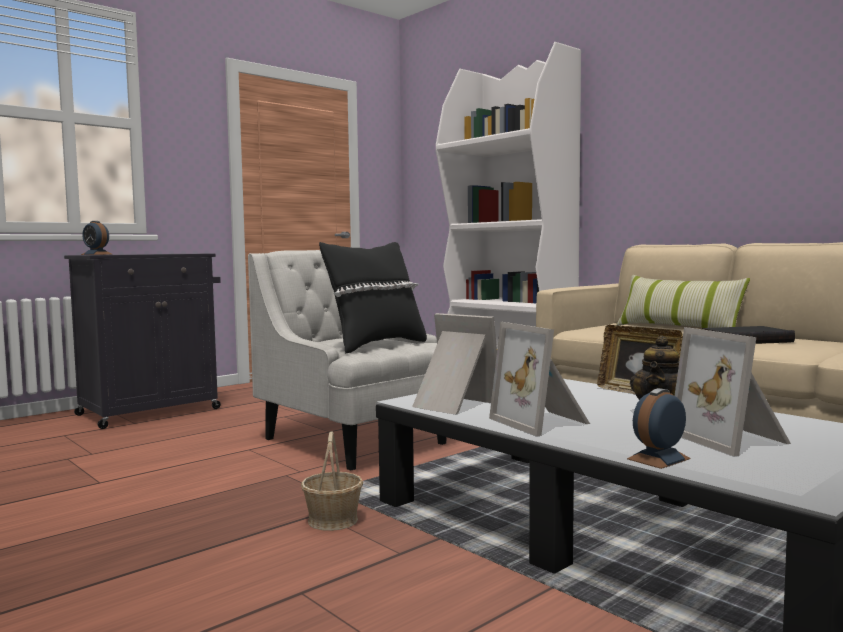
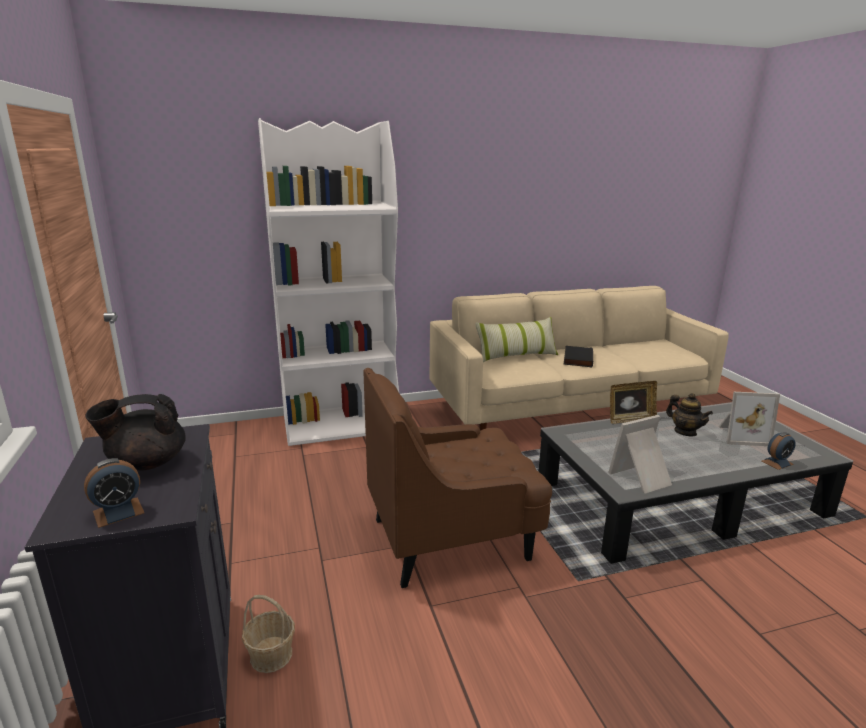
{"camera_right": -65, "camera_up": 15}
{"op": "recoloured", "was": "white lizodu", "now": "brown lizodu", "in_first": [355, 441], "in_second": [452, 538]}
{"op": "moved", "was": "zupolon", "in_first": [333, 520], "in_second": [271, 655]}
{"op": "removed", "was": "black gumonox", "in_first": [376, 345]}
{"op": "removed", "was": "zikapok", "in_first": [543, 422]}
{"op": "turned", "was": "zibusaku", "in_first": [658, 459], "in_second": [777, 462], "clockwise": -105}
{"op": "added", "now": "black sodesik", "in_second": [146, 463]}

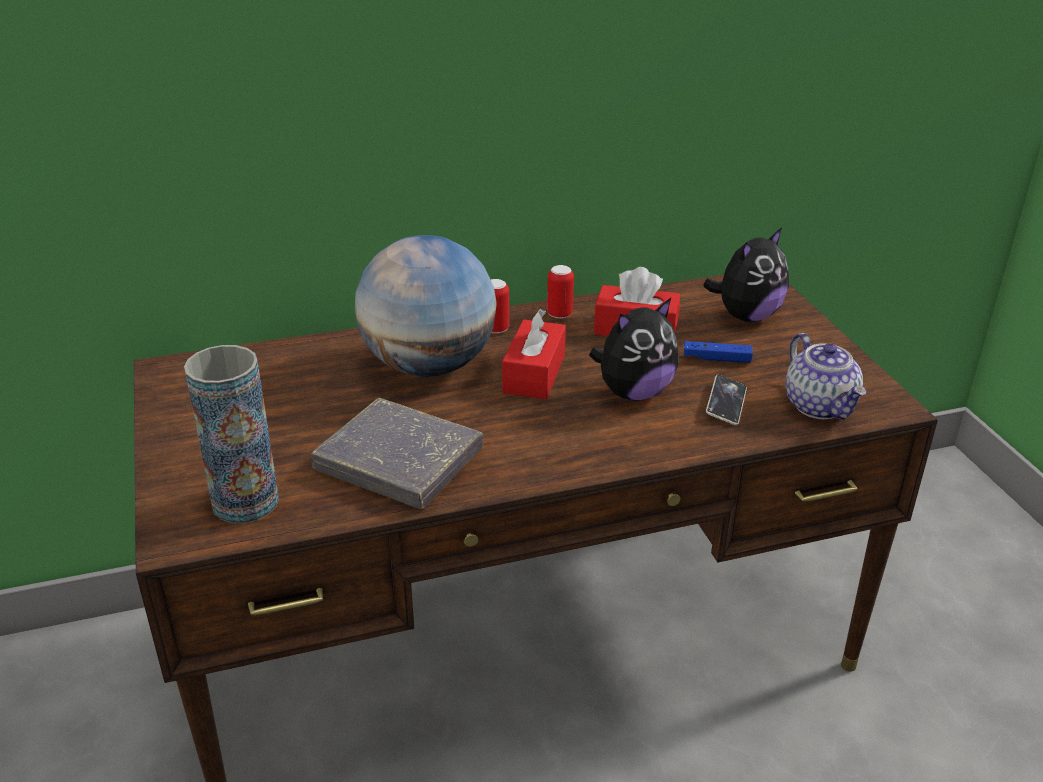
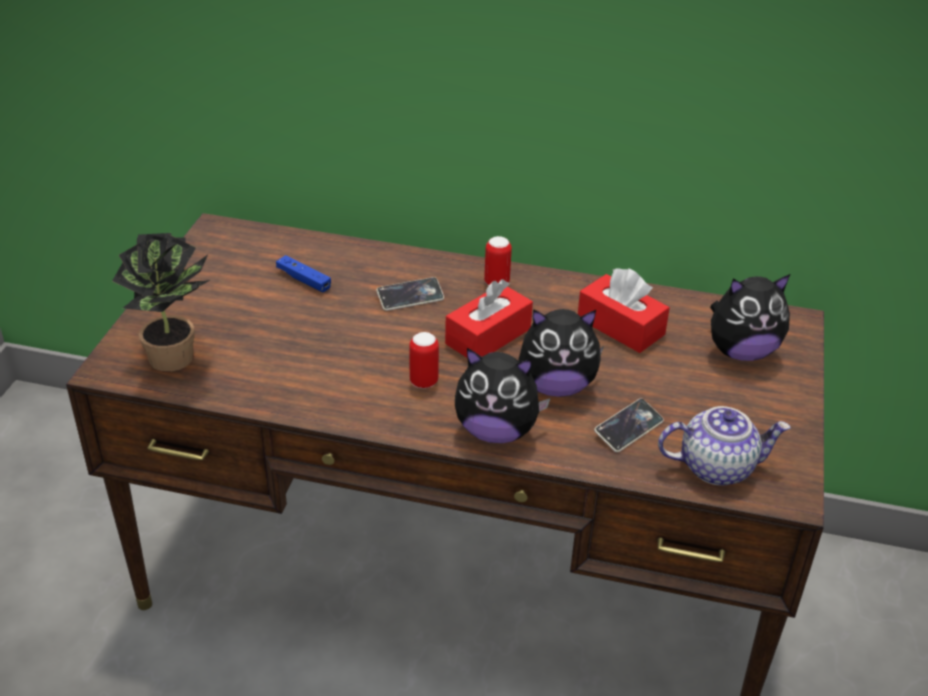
{"camera_right": 30, "camera_up": 5}
{"op": "replaced", "was": "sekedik", "now": "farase", "in_first": [245, 502], "in_second": [177, 359]}
{"op": "removed", "was": "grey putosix", "in_first": [399, 461]}
{"op": "replaced", "was": "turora", "now": "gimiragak", "in_first": [429, 366], "in_second": [410, 297]}
{"op": "moved", "was": "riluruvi", "in_first": [559, 314], "in_second": [424, 382]}
{"op": "moved", "was": "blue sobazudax", "in_first": [716, 359], "in_second": [303, 280]}
{"op": "turned", "was": "sodesik", "in_first": [820, 406], "in_second": [717, 466], "clockwise": -105}
{"op": "added", "now": "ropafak", "in_second": [496, 431]}

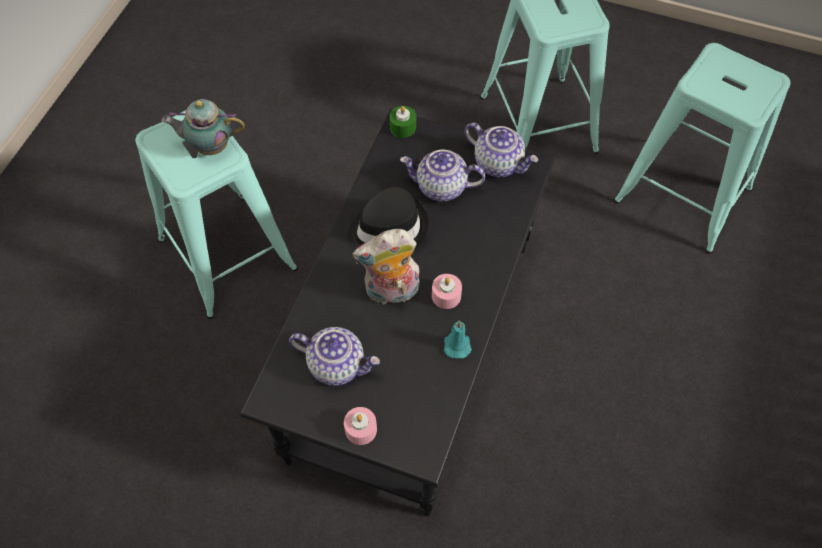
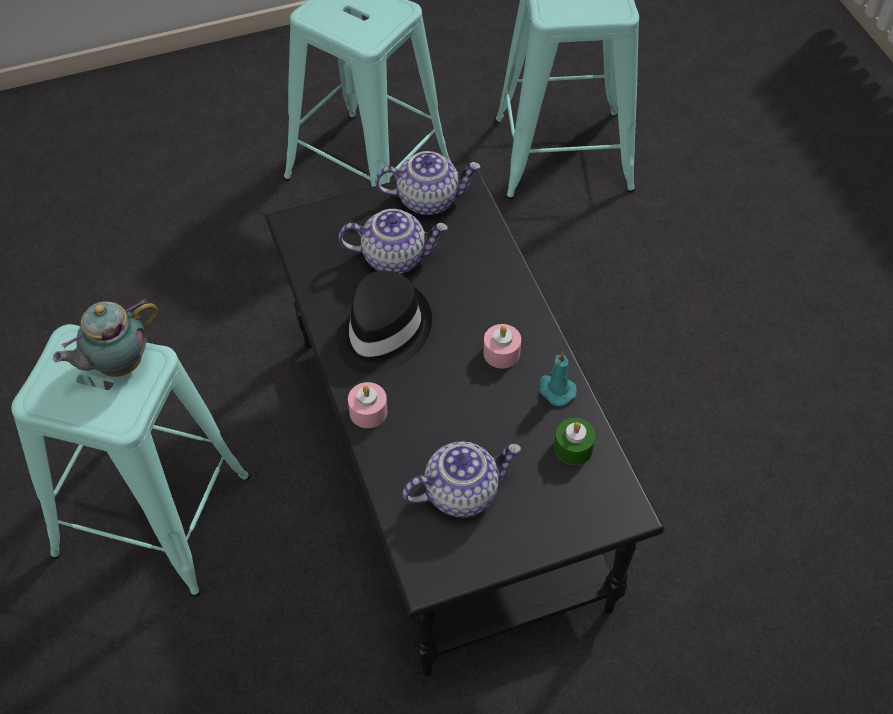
{"camera_right": -40, "camera_up": -5}
{"op": "moved", "was": "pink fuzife", "in_first": [361, 429], "in_second": [368, 412]}
{"op": "removed", "was": "ropafak", "in_first": [391, 292]}
{"op": "moved", "was": "green fuzife", "in_first": [403, 127], "in_second": [573, 448]}
{"op": "turned", "was": "sodesik", "in_first": [441, 187], "in_second": [394, 257], "clockwise": -150}

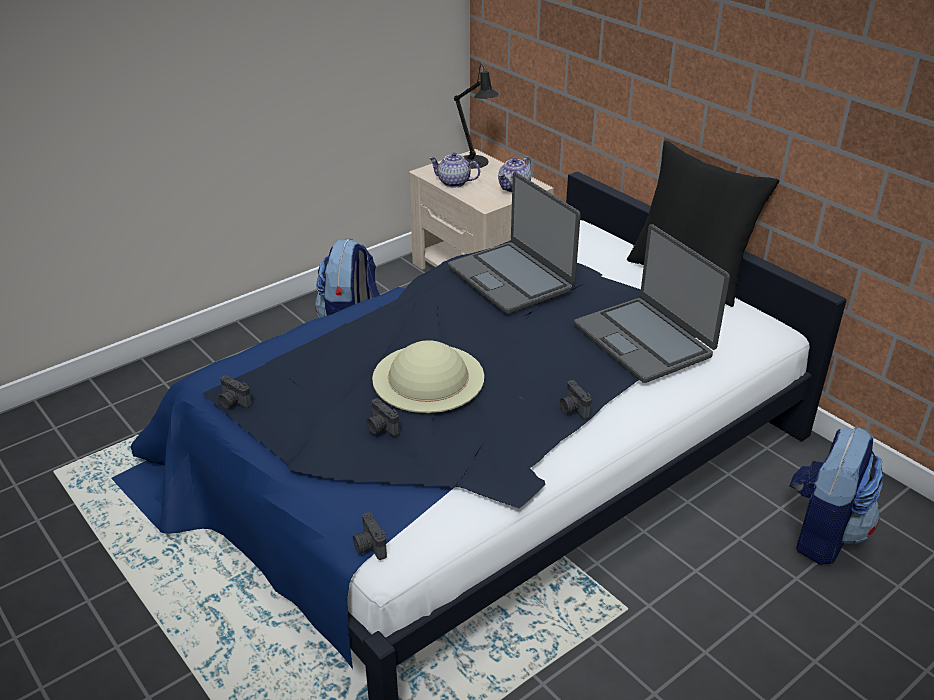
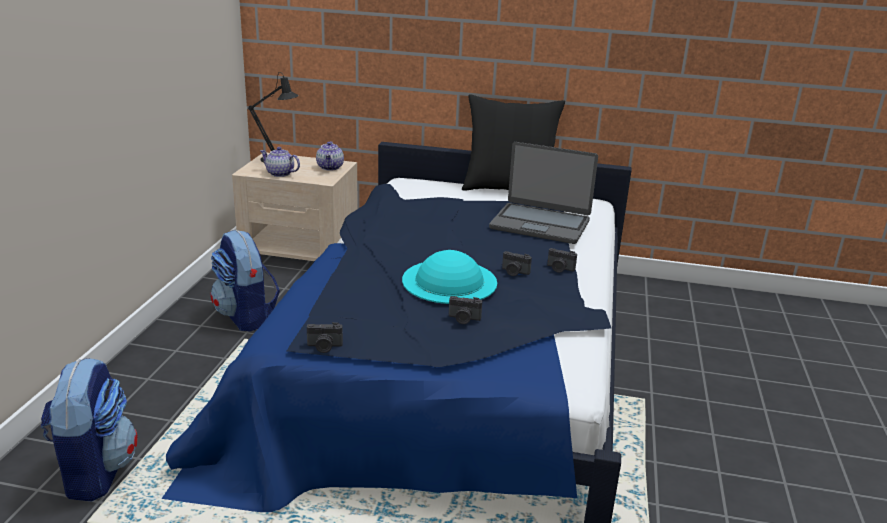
{"camera_right": -40, "camera_up": -10}
{"op": "moved", "was": "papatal", "in_first": [369, 547], "in_second": [514, 272]}
{"op": "recoloured", "was": "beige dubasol", "now": "turquoise dubasol", "in_first": [428, 377], "in_second": [449, 281]}
{"op": "turned", "was": "sodesik", "in_first": [453, 182], "in_second": [279, 173], "clockwise": 45}
{"op": "removed", "was": "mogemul", "in_first": [511, 278]}
{"op": "moved", "was": "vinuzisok", "in_first": [822, 533], "in_second": [95, 472]}

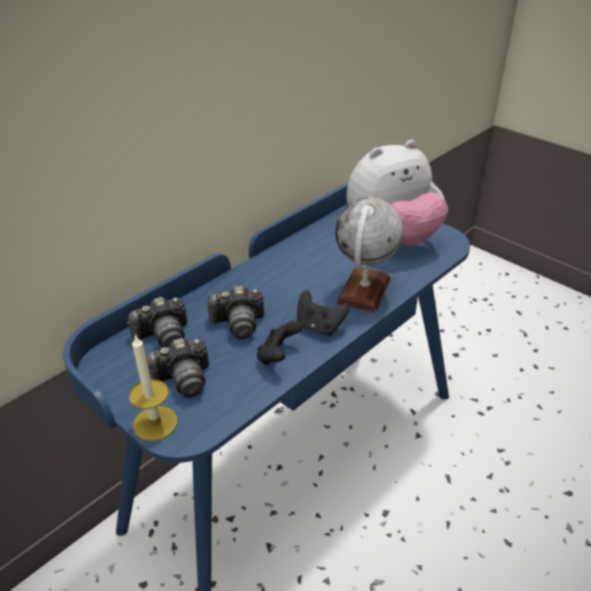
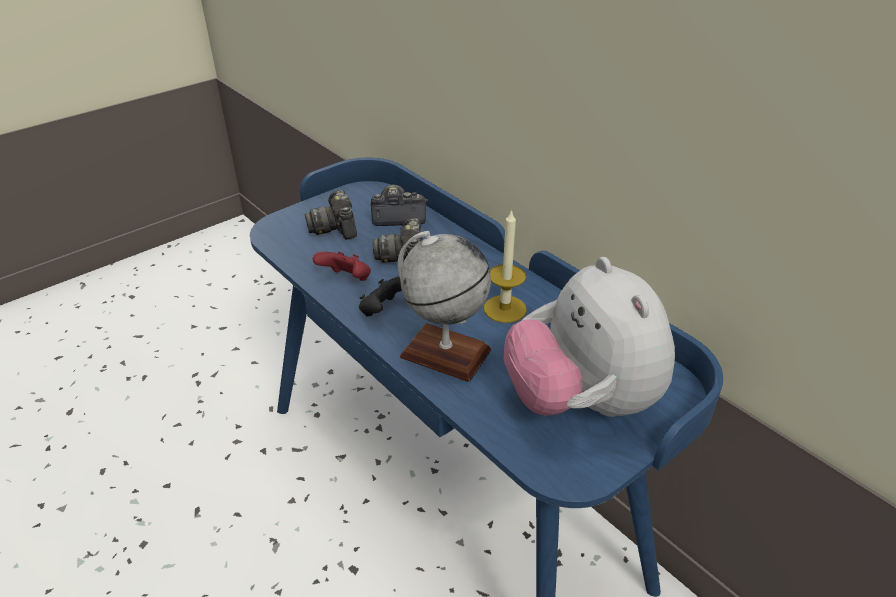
{"camera_right": 95, "camera_up": 0}
{"op": "turned", "was": "papatal", "in_first": [163, 335], "in_second": [397, 216], "clockwise": 105}
{"op": "moved", "was": "fuzife", "in_first": [155, 423], "in_second": [505, 309]}
{"op": "recoloured", "was": "black sobazudax", "now": "red sobazudax", "in_first": [278, 356], "in_second": [346, 280]}

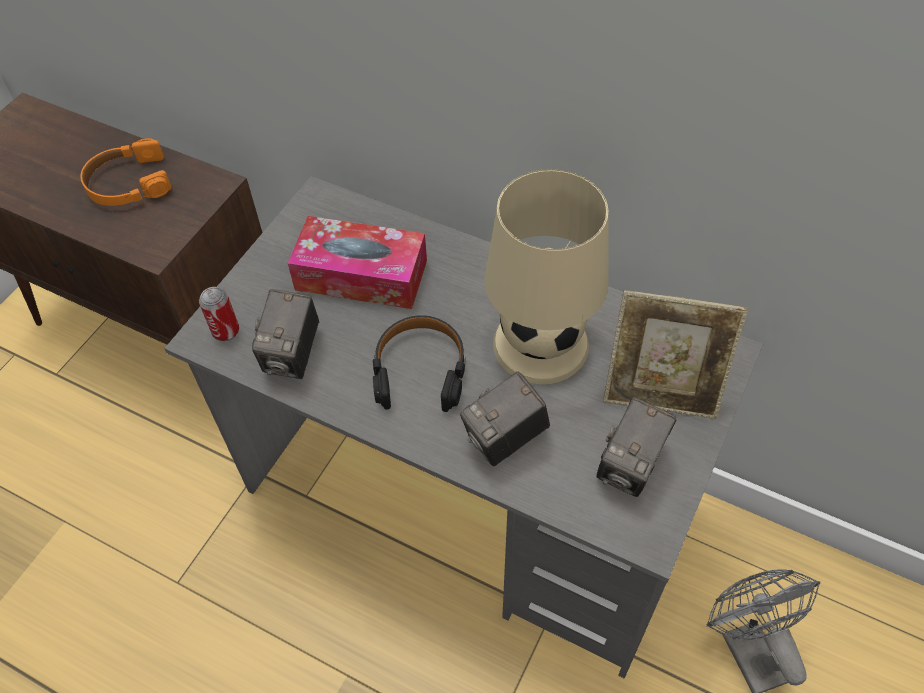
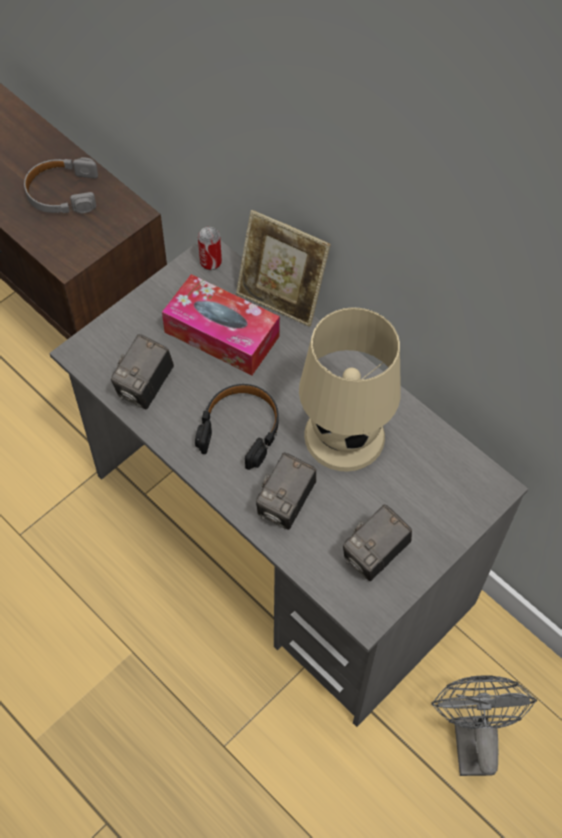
{"camera_right": 15, "camera_up": 5}
{"op": "recoloured", "was": "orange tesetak", "now": "grey tesetak", "in_first": [128, 183], "in_second": [62, 193]}
{"op": "moved", "was": "riluruvi", "in_first": [226, 331], "in_second": [210, 262]}
{"op": "turned", "was": "papatal", "in_first": [505, 439], "in_second": [286, 505], "clockwise": -45}
{"op": "moved", "was": "zikapok", "in_first": [661, 392], "in_second": [281, 299]}

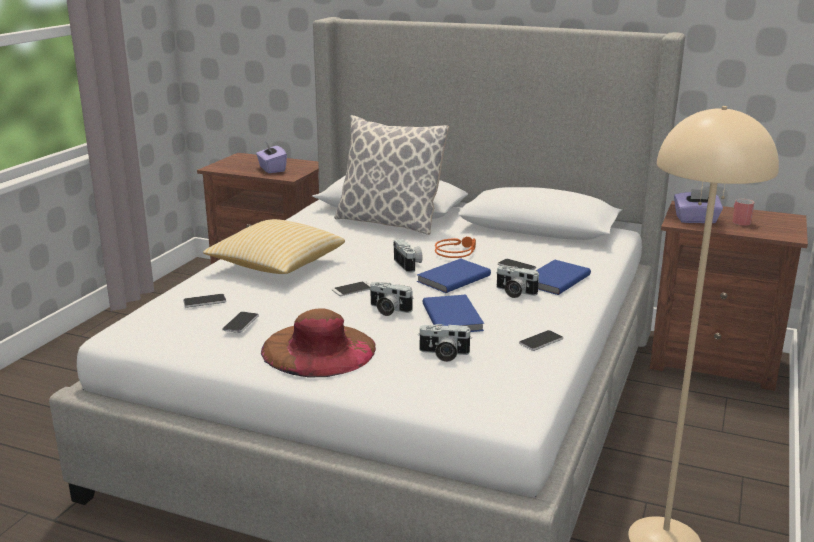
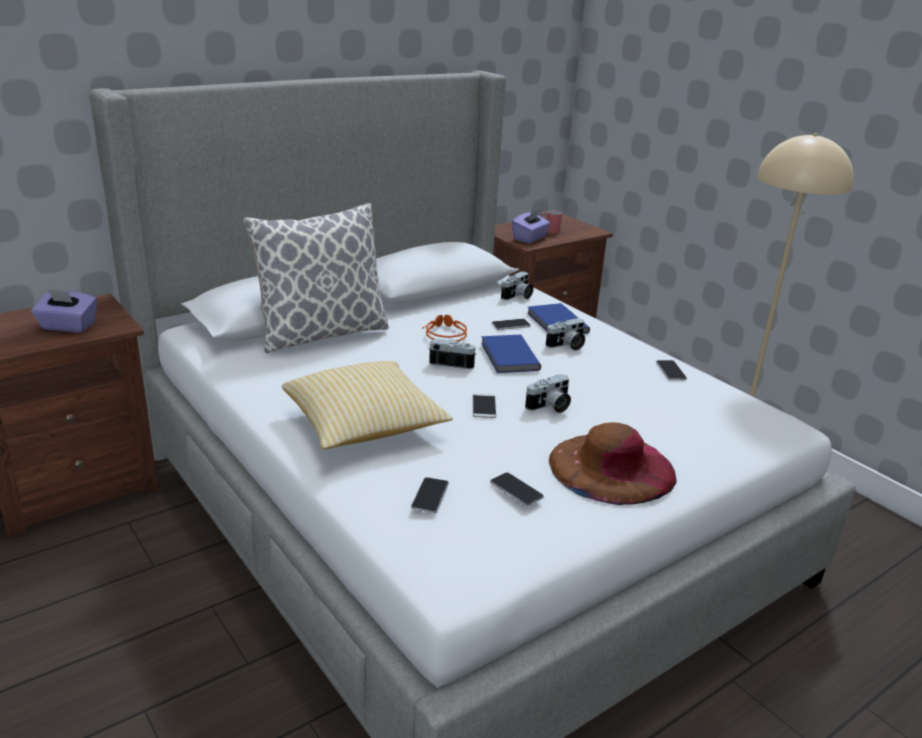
{"camera_right": -60, "camera_up": 5}
{"op": "moved", "was": "papatal", "in_first": [443, 354], "in_second": [517, 296]}
{"op": "removed", "was": "blue putosix", "in_first": [453, 317]}

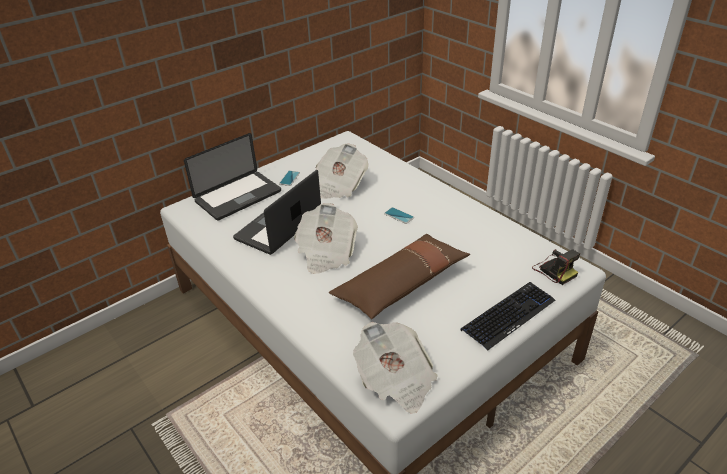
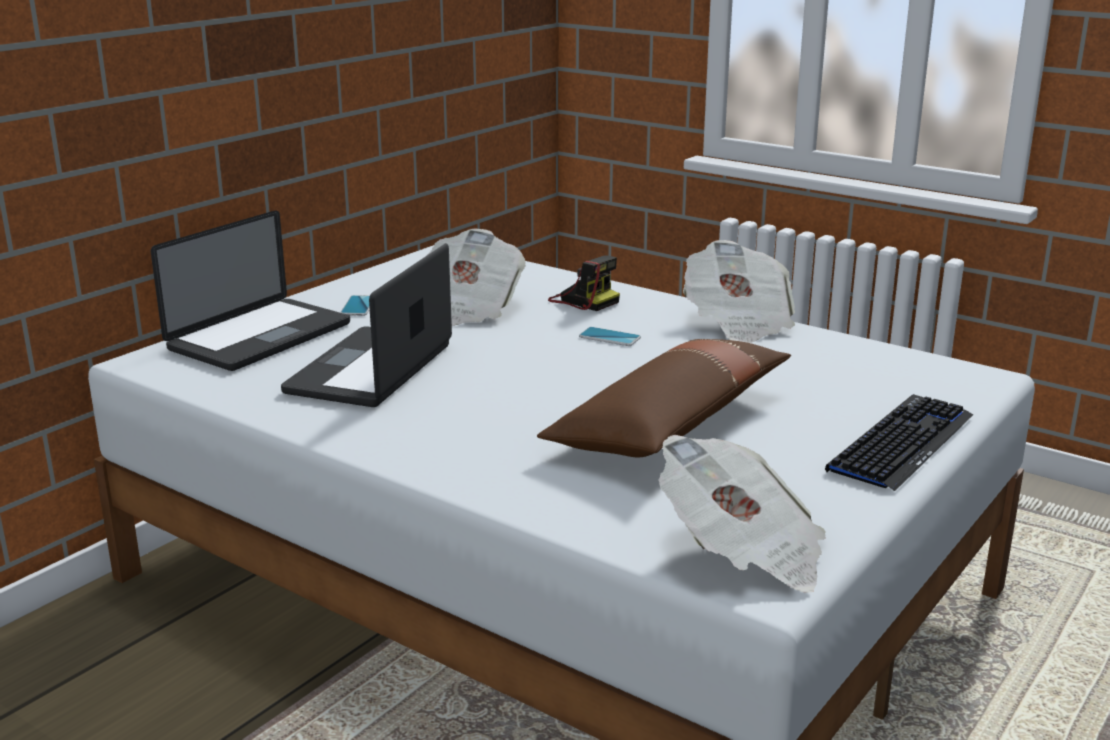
{"camera_right": -15, "camera_up": -15}
{"op": "moved", "was": "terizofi", "in_first": [326, 253], "in_second": [737, 322]}
{"op": "moved", "was": "papatal", "in_first": [554, 270], "in_second": [583, 300]}

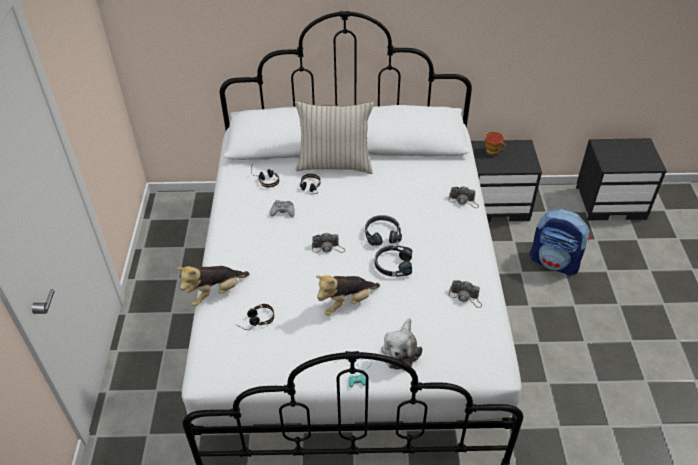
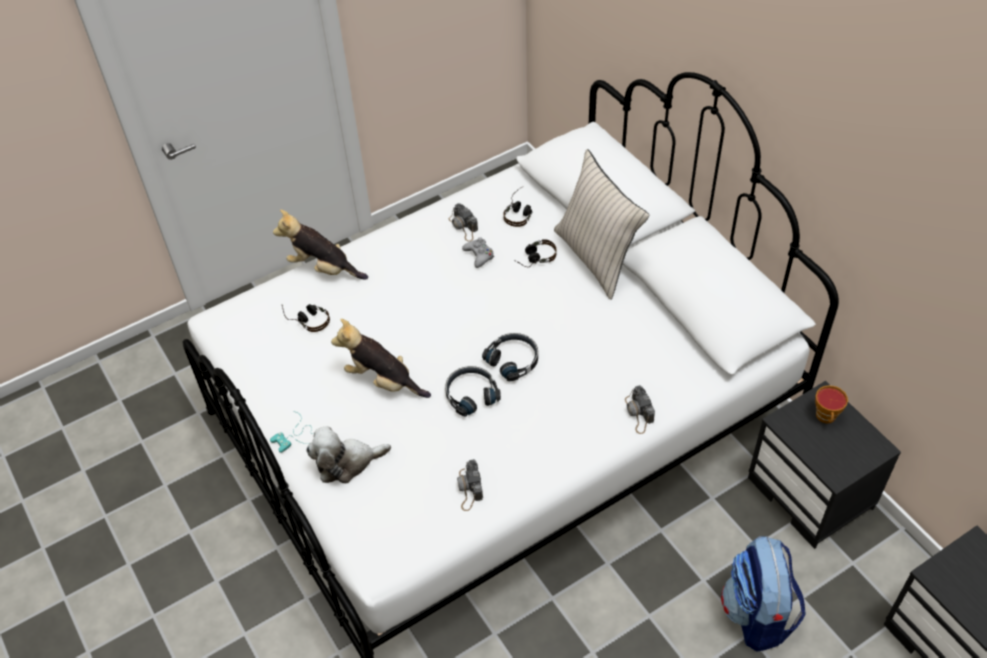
{"camera_right": 60, "camera_up": 5}
{"op": "moved", "was": "papatal", "in_first": [328, 248], "in_second": [463, 226]}

